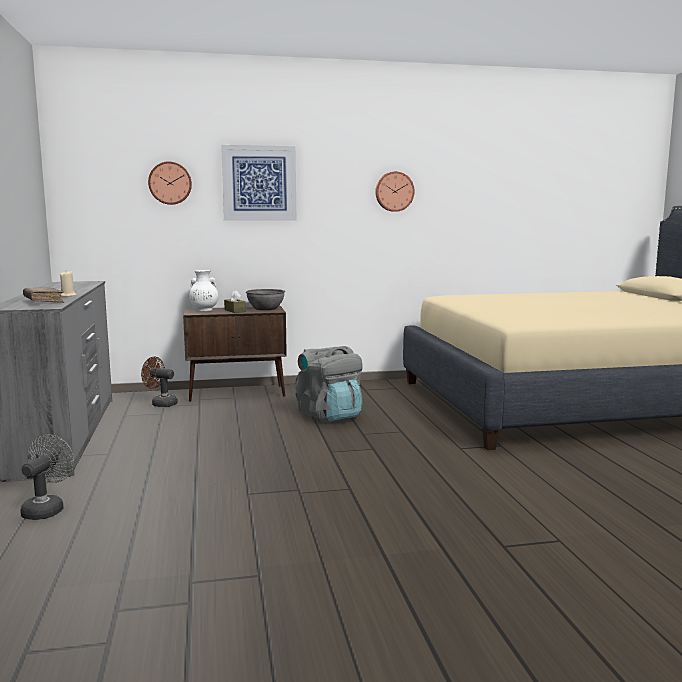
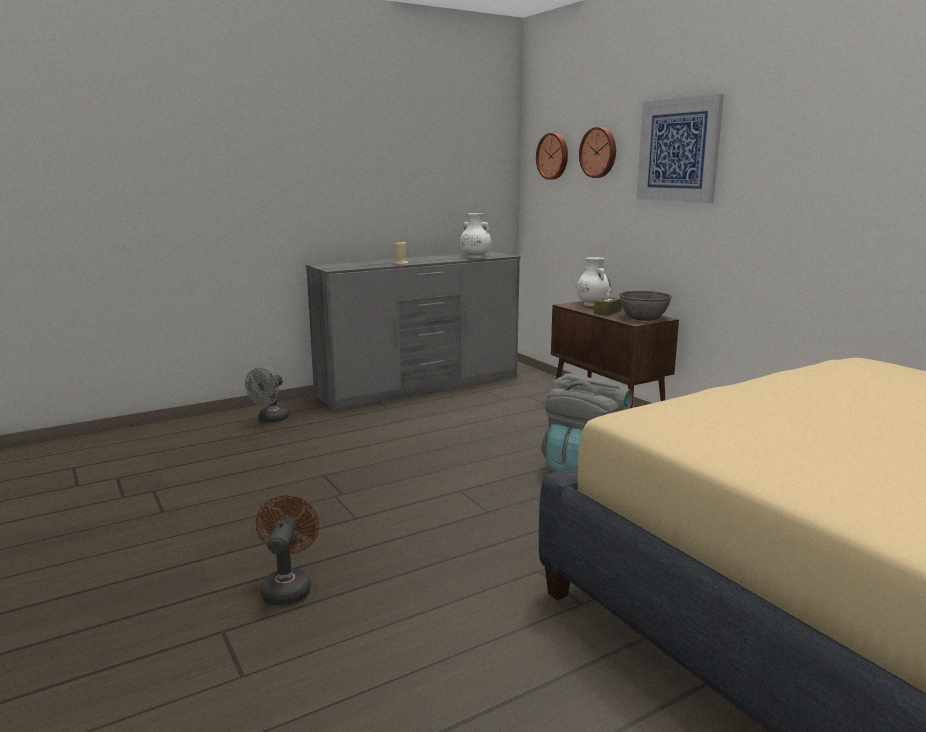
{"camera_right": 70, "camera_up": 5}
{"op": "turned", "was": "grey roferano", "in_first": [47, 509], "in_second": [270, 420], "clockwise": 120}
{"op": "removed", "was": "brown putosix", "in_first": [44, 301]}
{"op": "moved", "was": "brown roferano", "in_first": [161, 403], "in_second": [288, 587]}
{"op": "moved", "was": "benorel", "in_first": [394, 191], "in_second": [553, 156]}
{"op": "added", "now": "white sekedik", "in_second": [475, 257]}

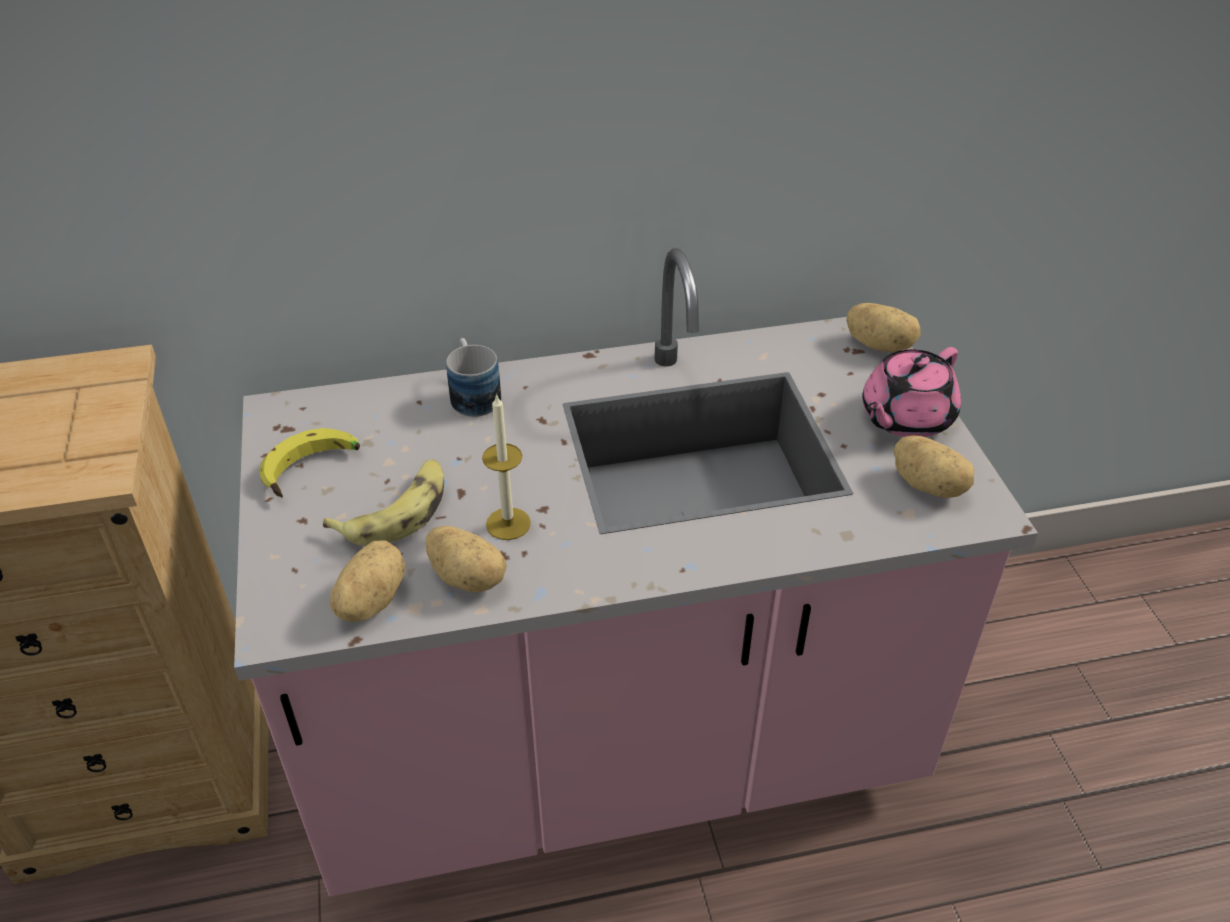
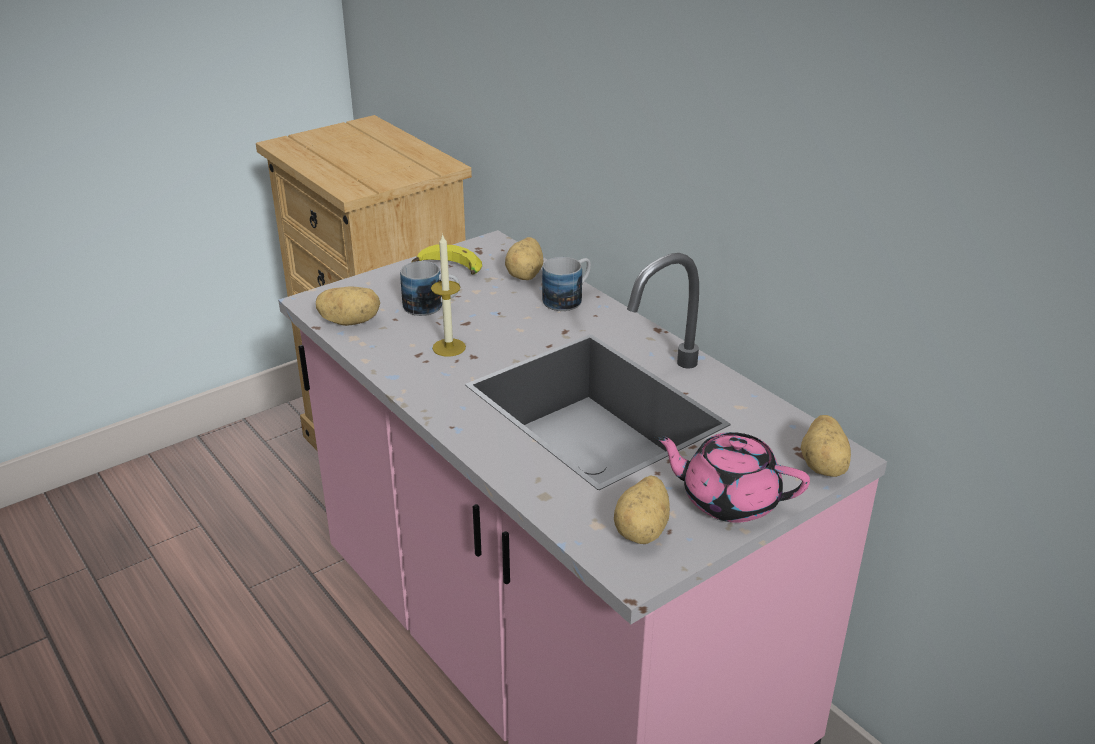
{"camera_right": 65, "camera_up": -10}
{"op": "replaced", "was": "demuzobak", "now": "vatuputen", "in_first": [397, 512], "in_second": [432, 307]}
{"op": "moved", "was": "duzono", "in_first": [468, 577], "in_second": [526, 275]}

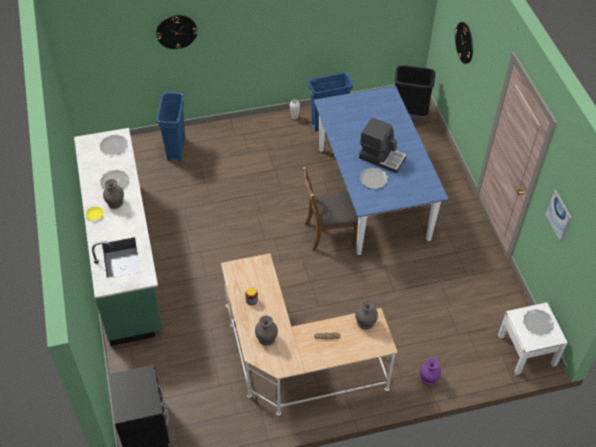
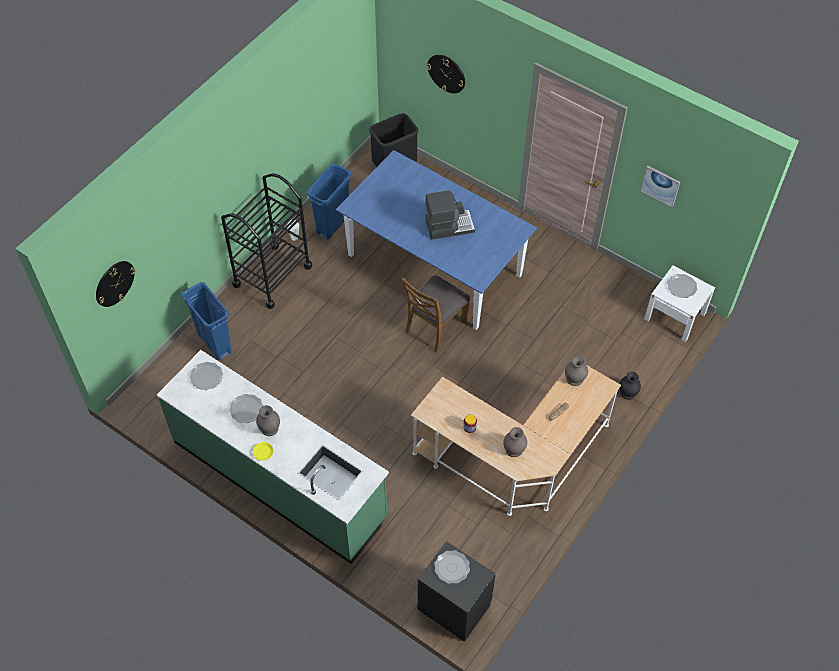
{"camera_right": -40, "camera_up": 5}
{"op": "moved", "was": "benorel", "in_first": [176, 31], "in_second": [114, 283]}
{"op": "moved", "was": "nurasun", "in_first": [373, 179], "in_second": [452, 567]}
{"op": "recoloured", "was": "purple sekedik", "now": "black sekedik", "in_first": [428, 378], "in_second": [628, 393]}
{"op": "added", "now": "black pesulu", "in_second": [272, 275]}

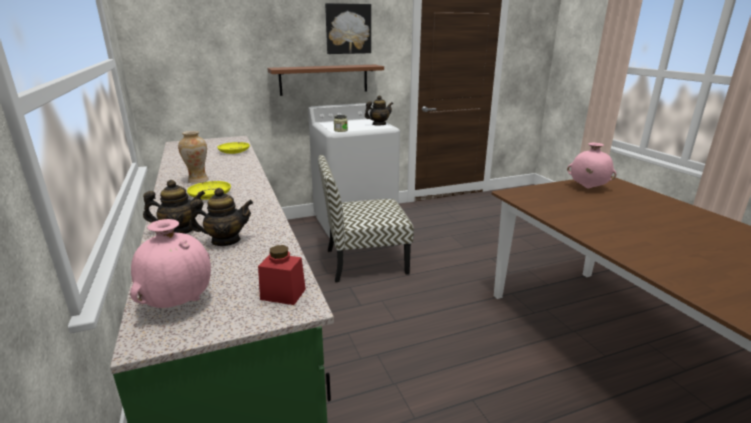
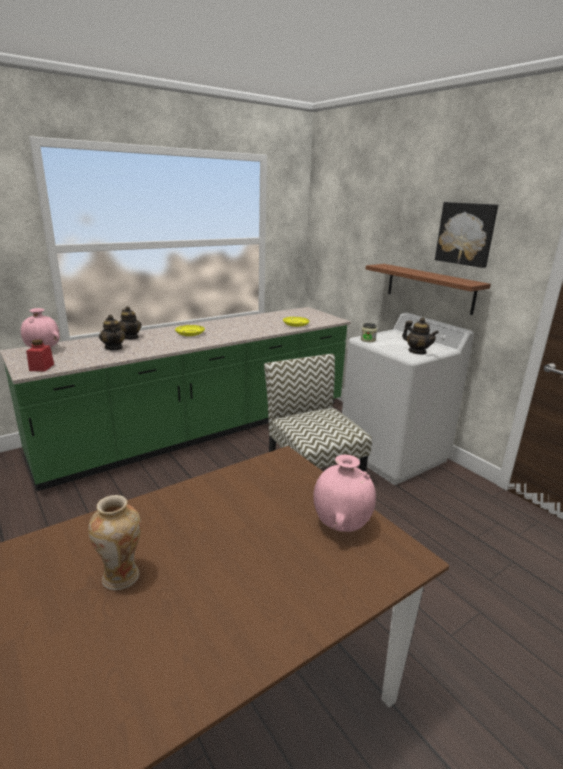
{"camera_right": 75, "camera_up": 0}
{"op": "moved", "was": "sekedik", "in_first": [198, 180], "in_second": [121, 576]}

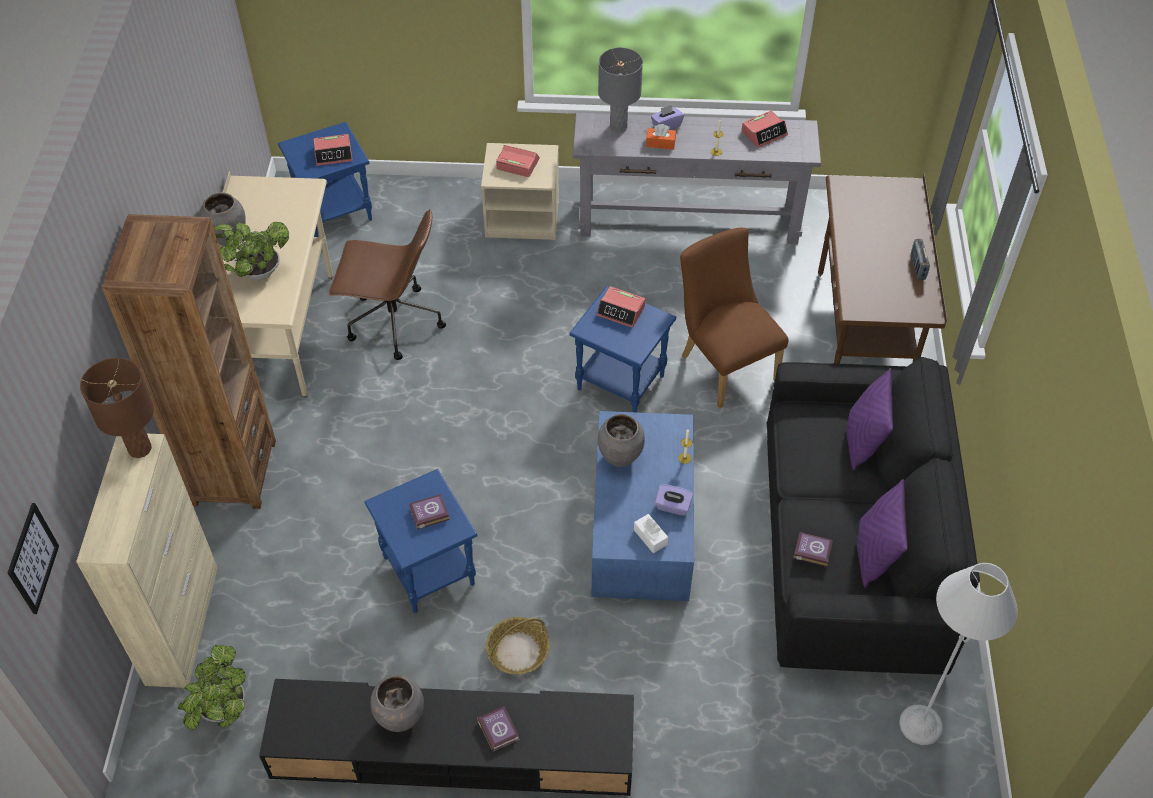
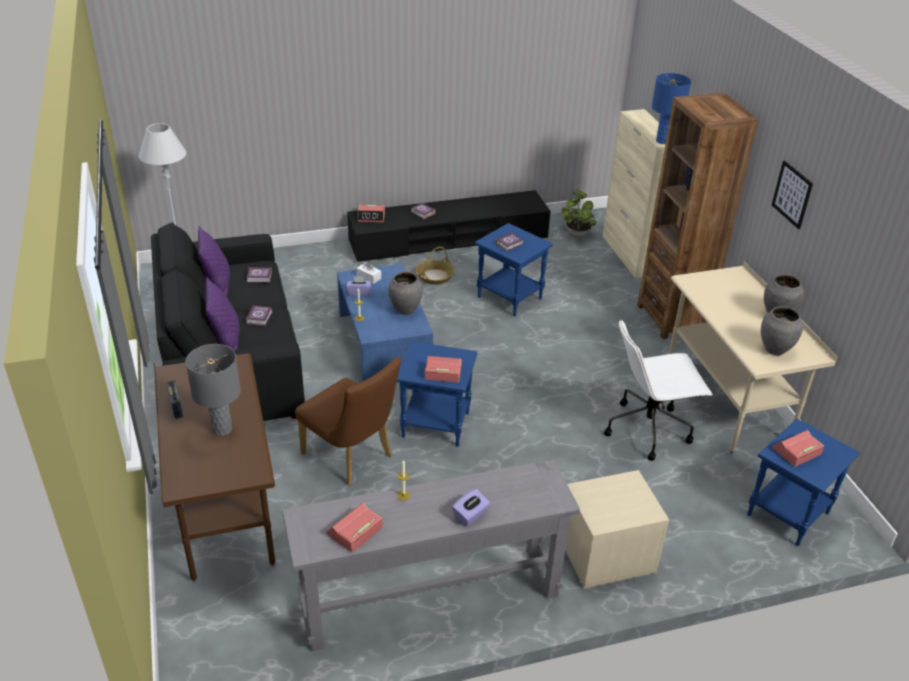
{"camera_right": 160, "camera_up": -15}
{"op": "moved", "was": "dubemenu", "in_first": [32, 558], "in_second": [792, 194]}
{"op": "recoloured", "was": "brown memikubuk", "now": "blue memikubuk", "in_first": [140, 448], "in_second": [662, 141]}
{"op": "removed", "was": "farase", "in_first": [256, 272]}
{"op": "recoloured", "was": "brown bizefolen", "now": "white bizefolen", "in_first": [393, 323], "in_second": [649, 429]}
{"op": "moved", "was": "grey sekedik", "in_first": [401, 719], "in_second": [774, 349]}
{"op": "moved", "was": "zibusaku", "in_first": [517, 164], "in_second": [371, 217]}
{"op": "moved", "was": "grey memikubuk", "in_first": [618, 127], "in_second": [222, 429]}
{"op": "removed", "was": "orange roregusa", "in_first": [660, 143]}
{"op": "added", "now": "putosix", "in_second": [260, 317]}

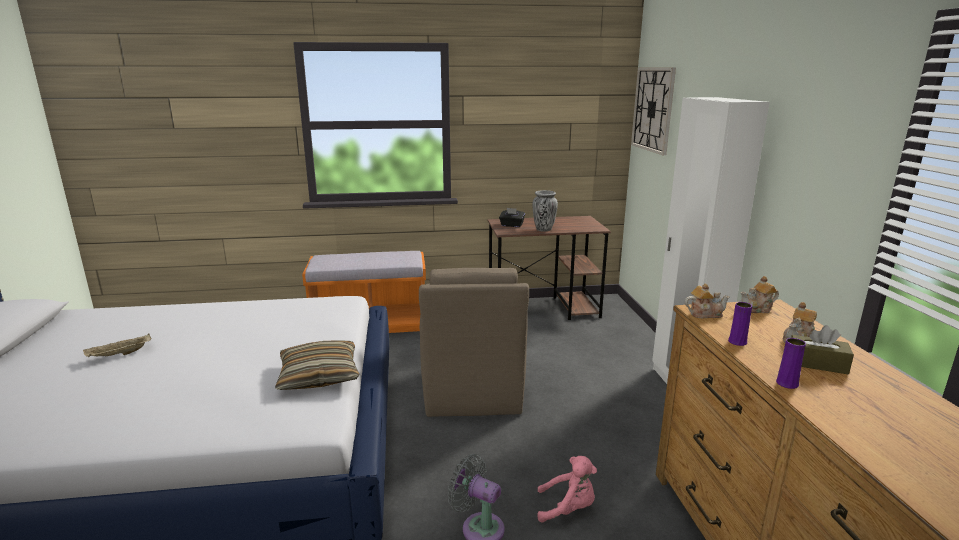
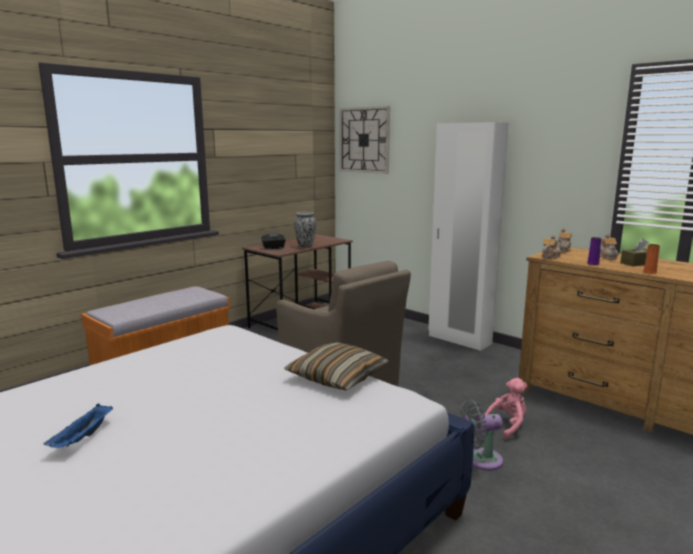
{"camera_right": -40, "camera_up": -5}
{"op": "recoloured", "was": "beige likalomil", "now": "blue likalomil", "in_first": [119, 355], "in_second": [83, 438]}
{"op": "recoloured", "was": "purple sekedik", "now": "orange sekedik", "in_first": [787, 383], "in_second": [650, 272]}

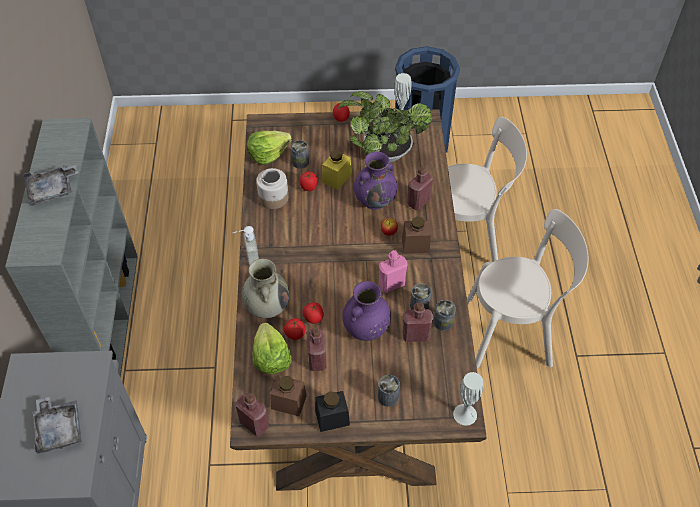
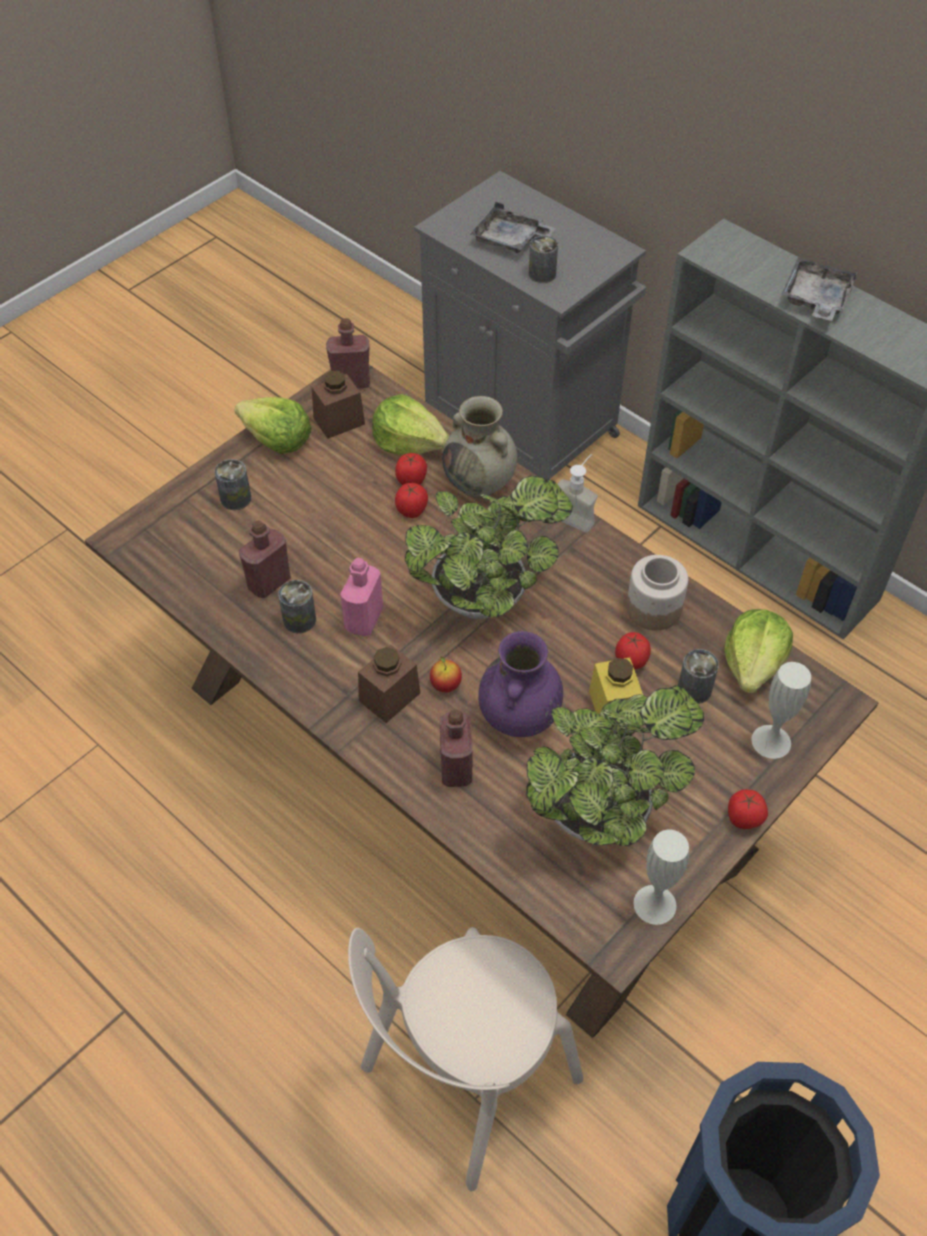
{"camera_right": 135, "camera_up": 0}
{"op": "removed", "was": "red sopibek", "in_first": [317, 360]}
{"op": "replaced", "was": "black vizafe", "now": "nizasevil", "in_first": [332, 418], "in_second": [277, 440]}
{"op": "removed", "was": "purple sekedik", "in_first": [366, 329]}
{"op": "moved", "was": "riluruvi", "in_first": [443, 322], "in_second": [542, 274]}
{"op": "moved", "was": "white sekedik", "in_first": [465, 414], "in_second": [771, 741]}
{"op": "removed", "was": "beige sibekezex", "in_first": [513, 332]}
{"op": "added", "now": "farase", "in_second": [485, 596]}

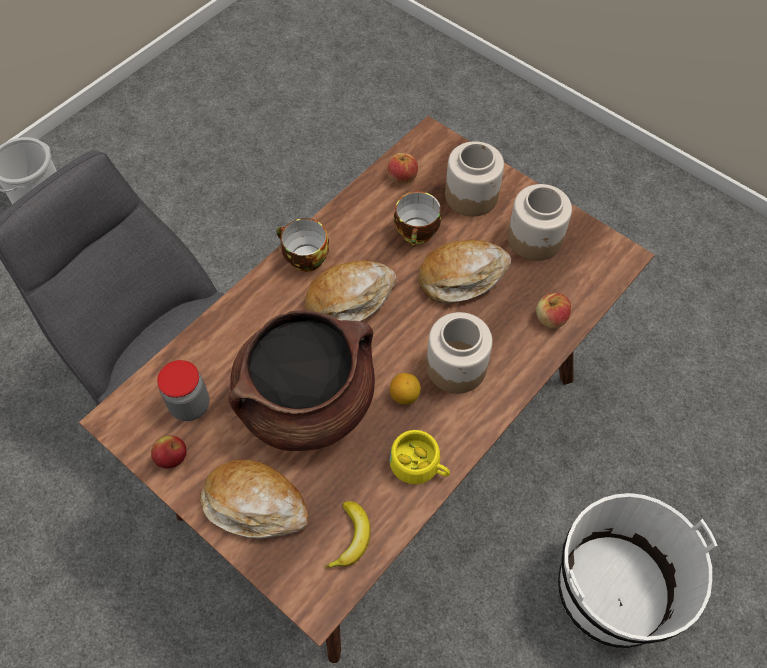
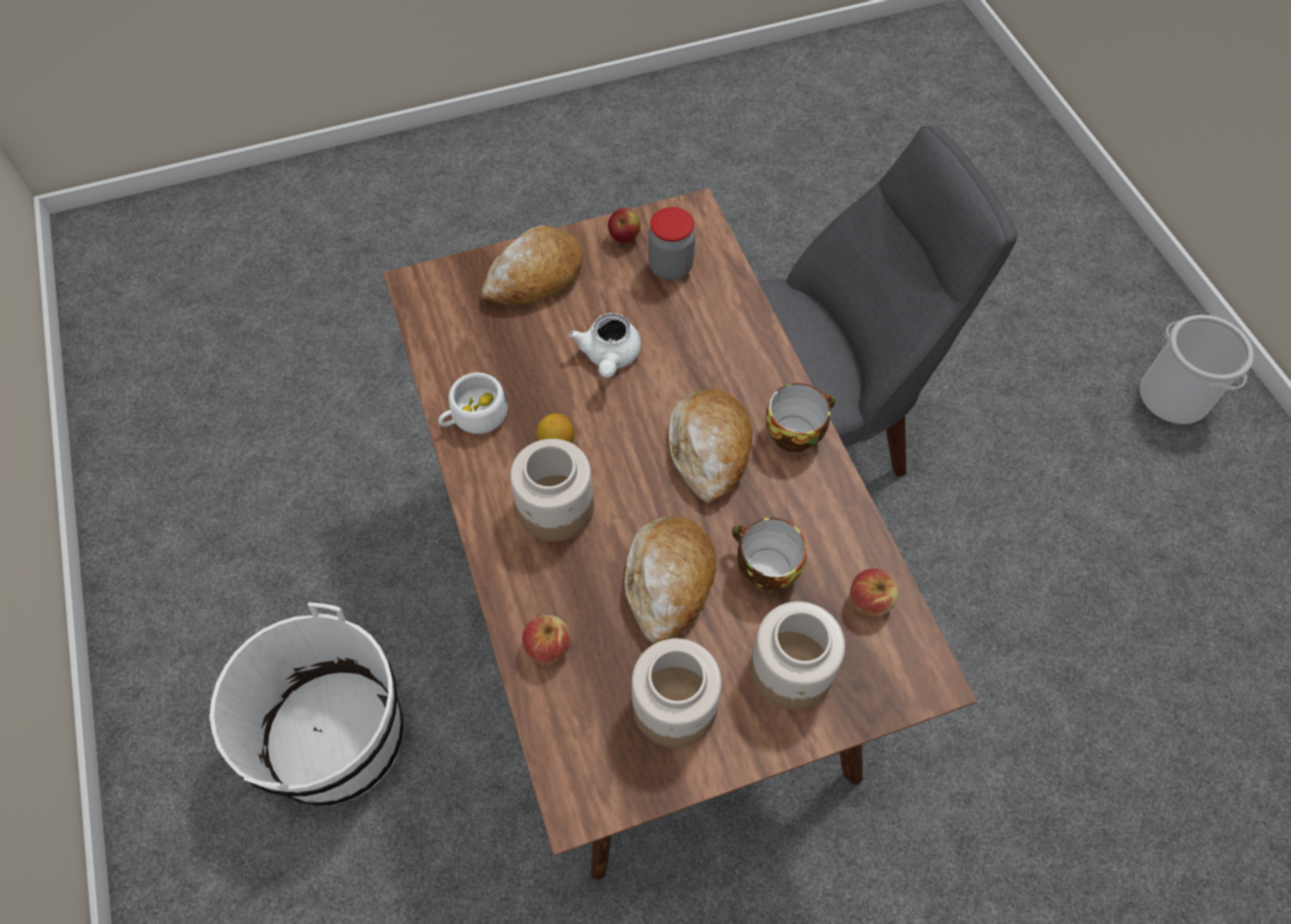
{"camera_right": 120, "camera_up": 0}
{"op": "replaced", "was": "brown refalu", "now": "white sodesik", "in_first": [307, 402], "in_second": [609, 357]}
{"op": "removed", "was": "demuzobak", "in_first": [351, 538]}
{"op": "recoloured", "was": "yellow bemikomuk", "now": "white bemikomuk", "in_first": [420, 466], "in_second": [474, 416]}

